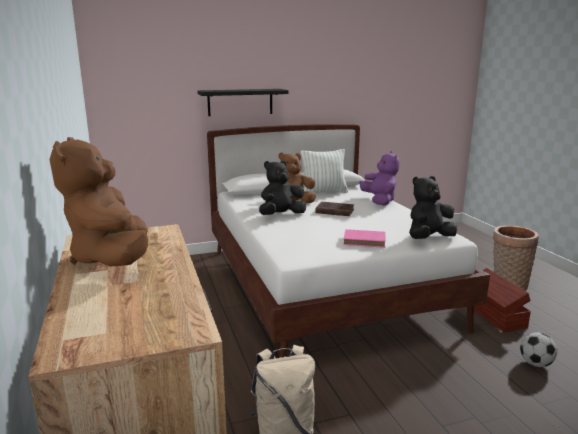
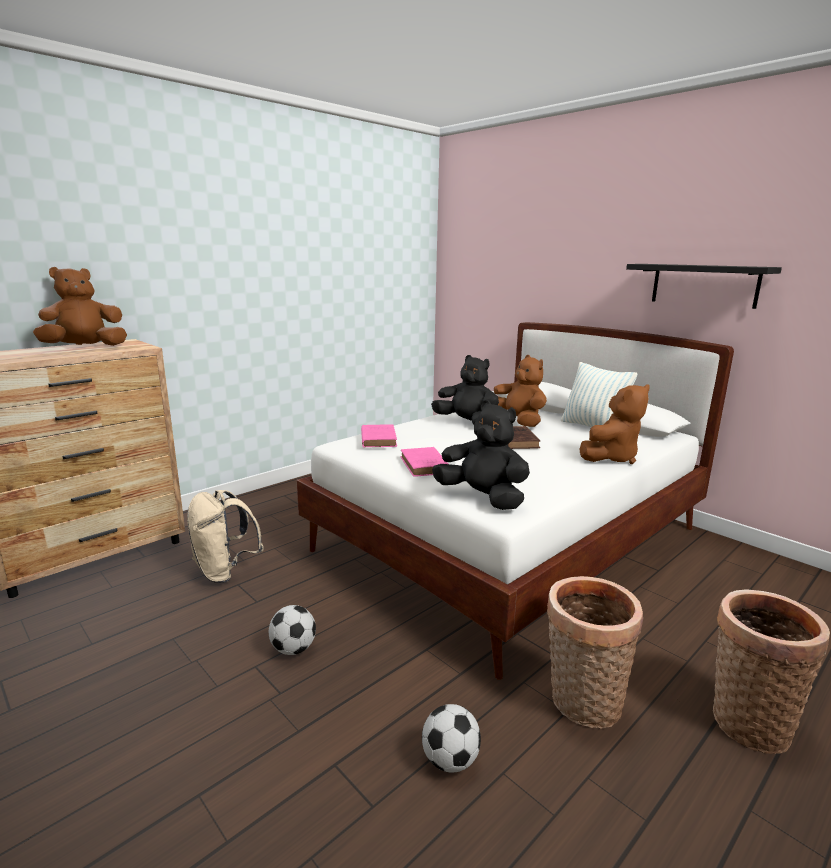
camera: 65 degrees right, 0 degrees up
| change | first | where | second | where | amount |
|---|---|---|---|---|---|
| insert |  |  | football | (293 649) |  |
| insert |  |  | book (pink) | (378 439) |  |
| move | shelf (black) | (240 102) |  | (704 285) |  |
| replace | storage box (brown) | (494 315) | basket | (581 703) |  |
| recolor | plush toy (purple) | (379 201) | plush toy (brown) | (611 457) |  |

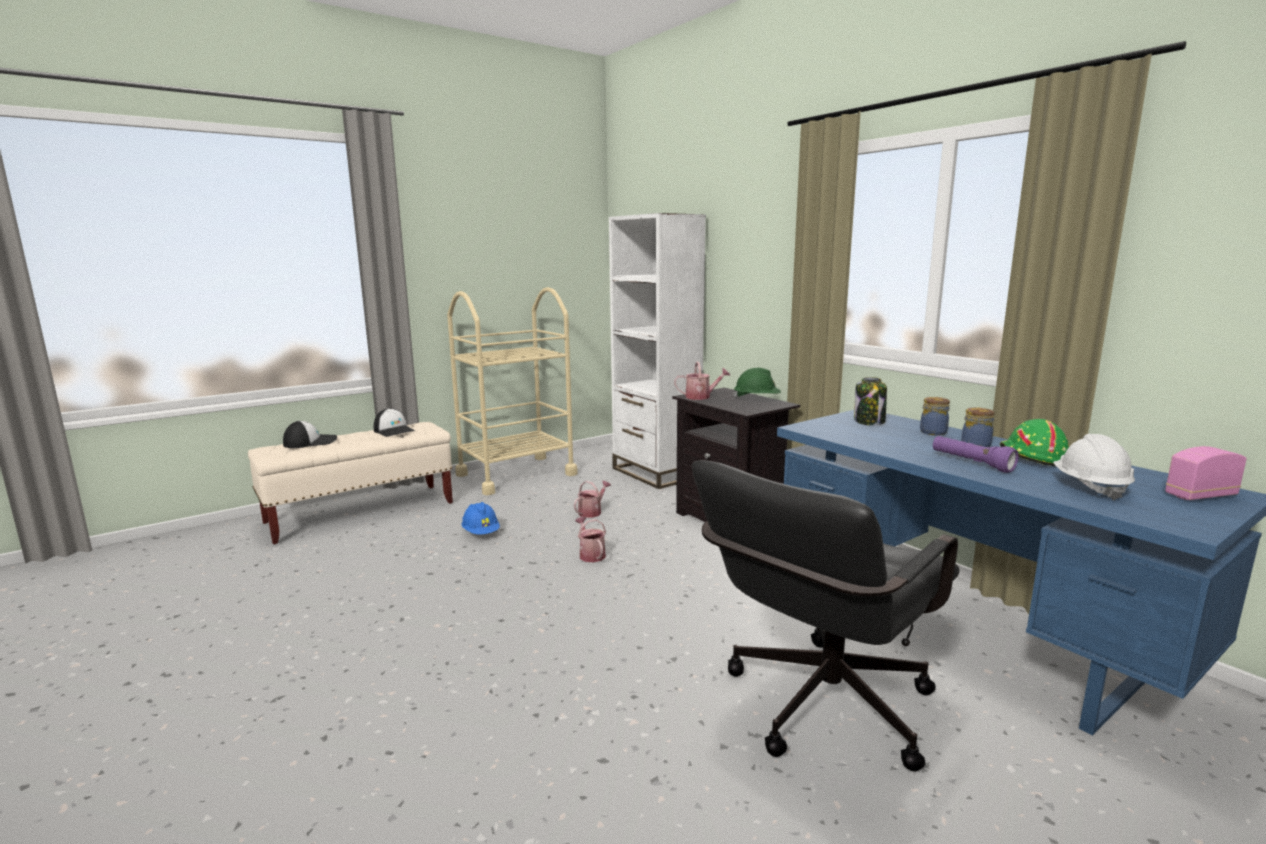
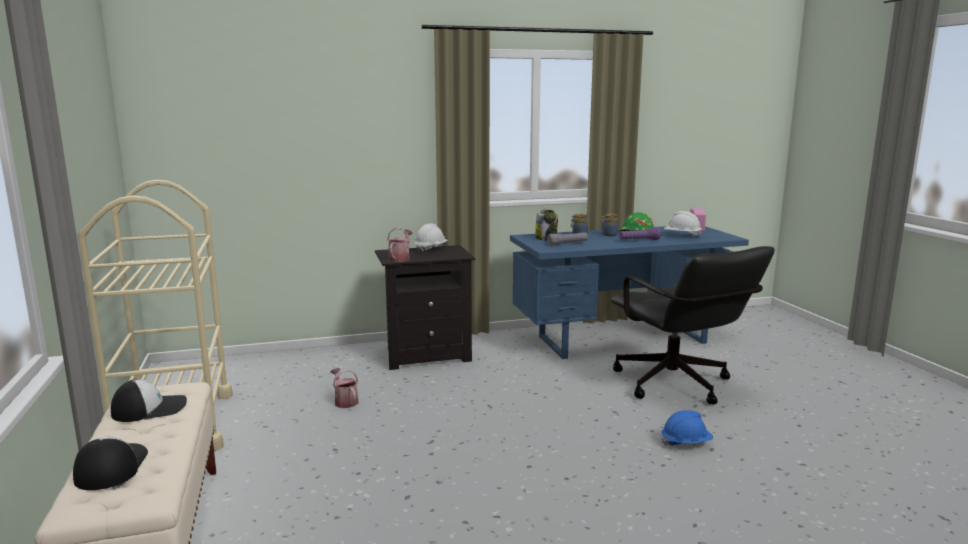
camera: 70 degrees left, 0 degrees up
| change | first | where | second | where | amount |
|---|---|---|---|---|---|
| delete | watering can | (590 554) |  |  |  |
| delete | bookcase (white) | (655 473) |  |  |  |
| insert |  |  | flashlight (grey) | (567 243) |  |
| move | hard hat (blue) | (481 533) |  | (686 443) |  |
| recolor | hard hat (green) | (757 399) | hard hat (white) | (430 249) |  |

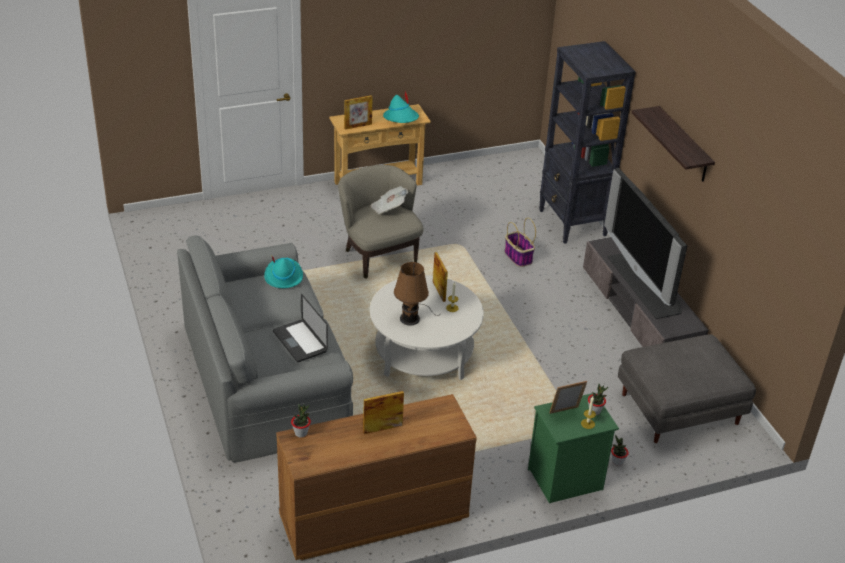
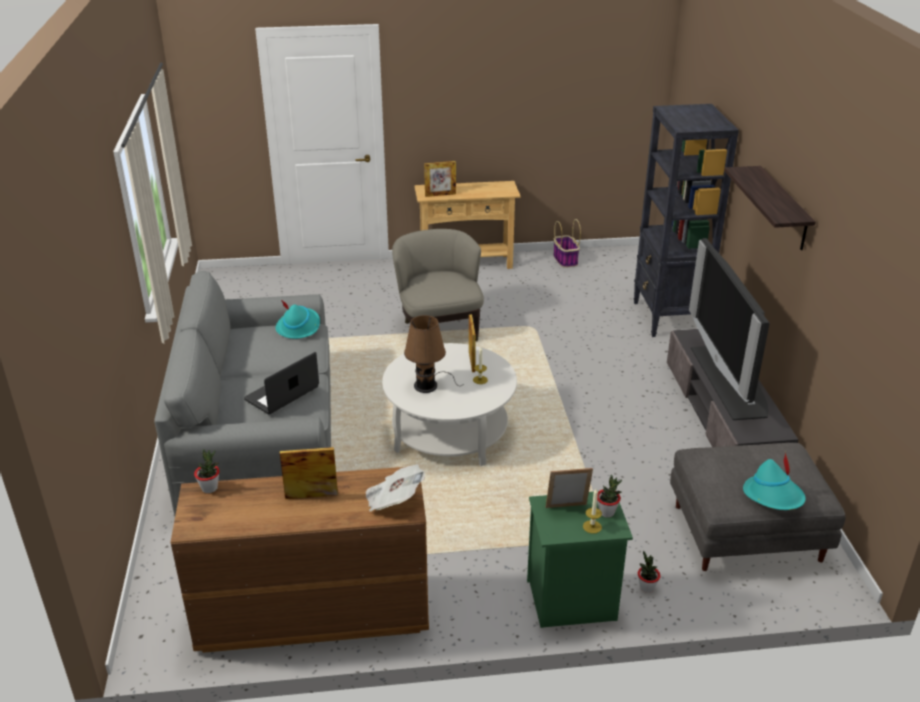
camera: 15 degrees right, 5 degrees down
| change | first | where | second | where | amount |
|---|---|---|---|---|---|
| move | newspaper | (388 208) |  | (394 500) |  |
| move | hat (turquoise) | (401 118) |  | (773 496) |  |
| move | basket | (517 256) |  | (565 259) |  |
| rotate | laptop | (300 341) |  | (282 394) | 60 degrees clockwise |

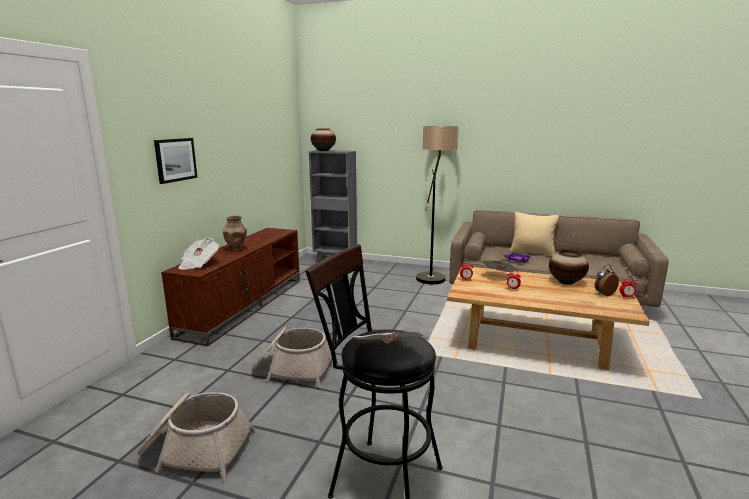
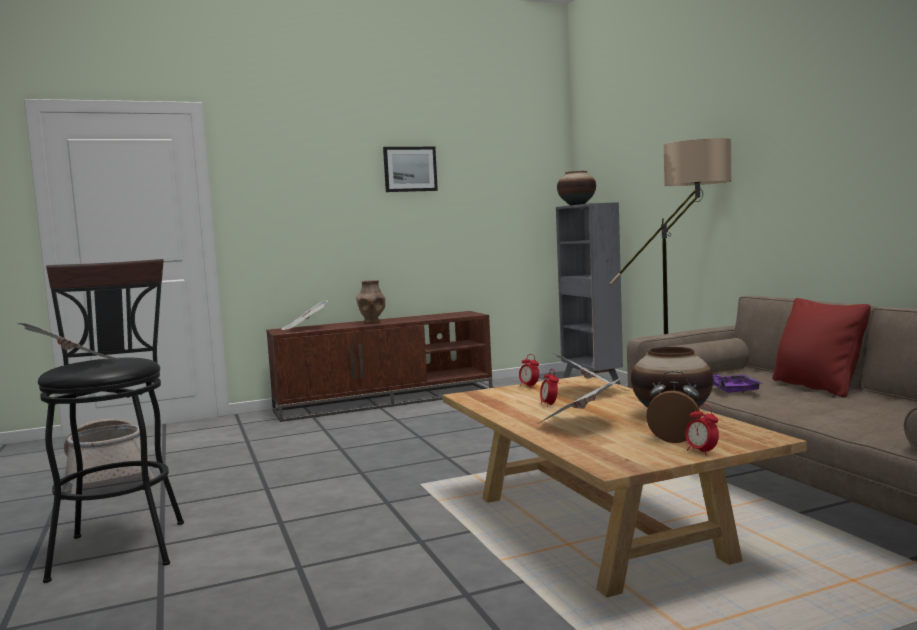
camera: 50 degrees right, 10 degrees down
| change | first | where | second | where | amount |
|---|---|---|---|---|---|
| delete | basket | (293 369) |  |  |  |
| insert |  |  | newspaper | (578 424) |  |
| move | picture | (175 160) |  | (410 169) |  |
| recolor | pillow (beige) | (532 252) | pillow (red) | (817 387) |  |

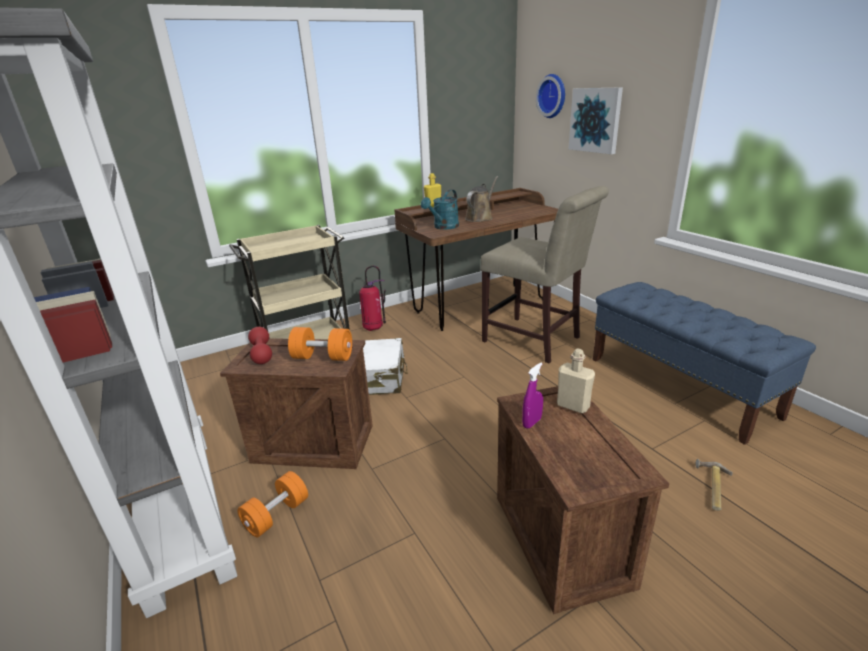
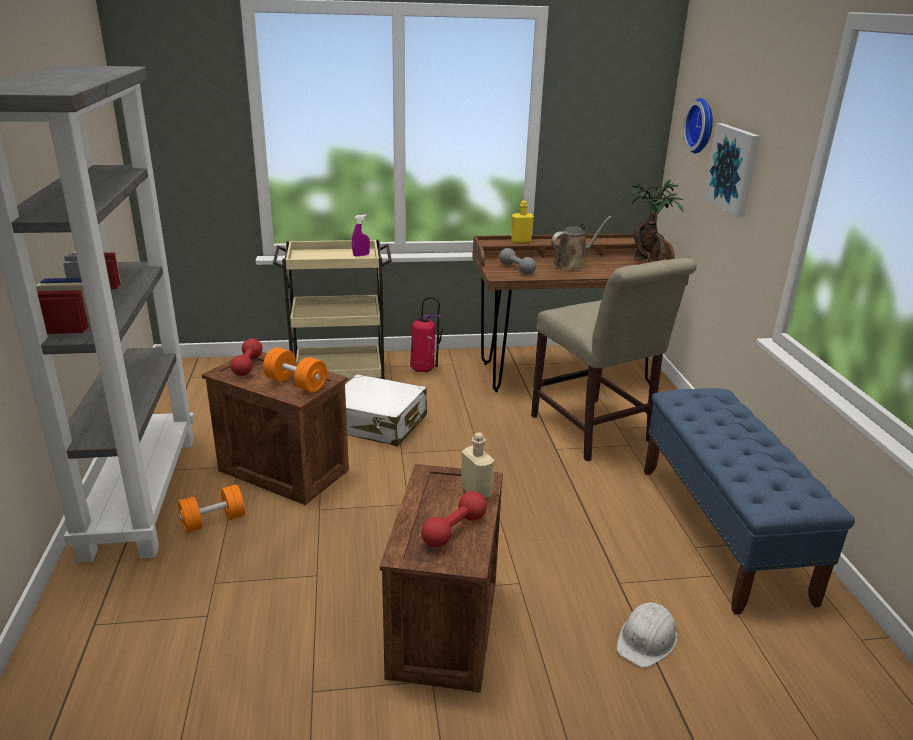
camera: 20 degrees right, 0 degrees up
| change | first | where | second | where | amount |
|---|---|---|---|---|---|
| insert |  |  | dumbbell (red) | (454 530) |  |
| insert |  |  | potted plant | (648 262) |  |
| move | spray bottle (purple) | (532 422) |  | (361 255) |  |
| replace | watering can (turquoise) | (443 227) | dumbbell (grey) | (516 269) |  |
| replace | hammer | (711 487) | hard hat (white) | (647 639) |  |

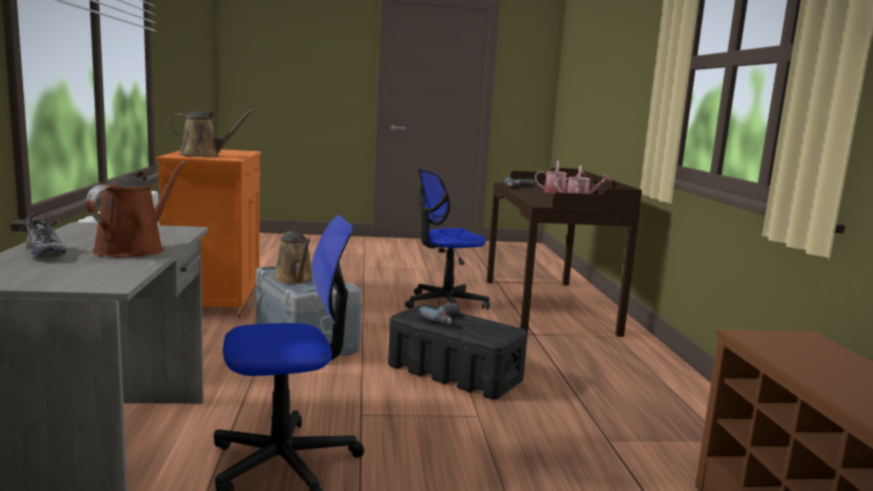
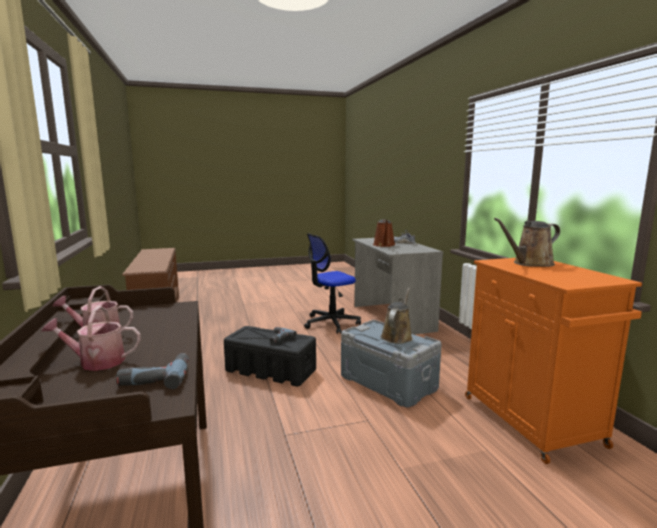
camera: 170 degrees right, 0 degrees up
| change | first | where | second | where | amount |
|---|---|---|---|---|---|
| delete | office chair | (445 304) |  |  |  |
| rotate | watering can (brown) | (295 279) |  | (397 336) | 60 degrees clockwise |

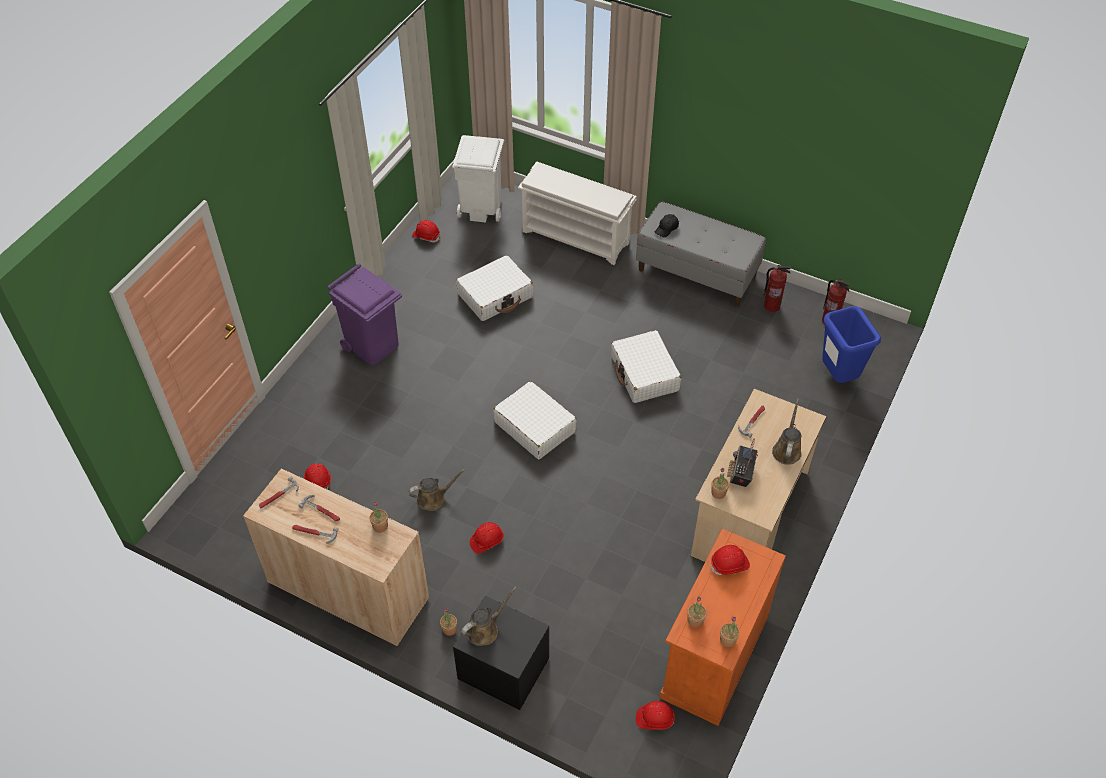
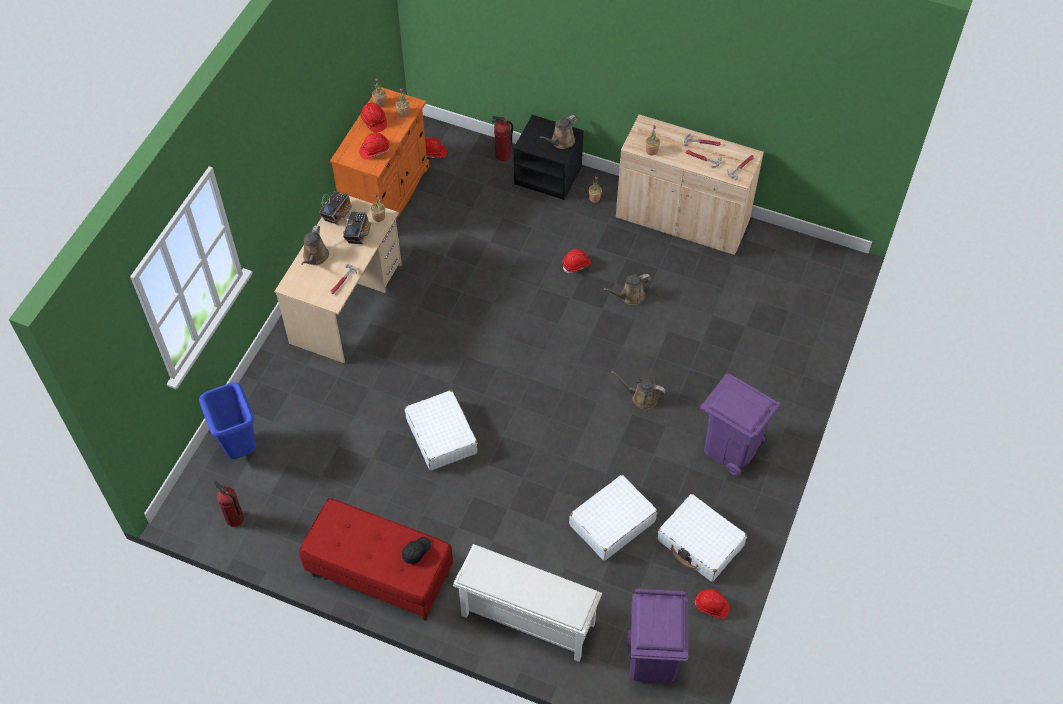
camera: 175 degrees right, 5 degrees up
| change | first | where | second | where | amount |
|---|---|---|---|---|---|
| insert |  |  | radio | (337 214) |  |
| insert |  |  | watering can (brown) | (641 398) |  |
| move | hard hat (red) | (318 480) |  | (374 121) |  |
| move | suitcase (white) | (534 427) |  | (700 543) |  |
| move | fire extinguisher | (772 306) |  | (502 156) |  |
| recolor | trash can (white) | (481 208) | trash can (purple) | (653 659) |  |
| recolor | bench (grey) | (697 273) | bench (red) | (380 574) |  |

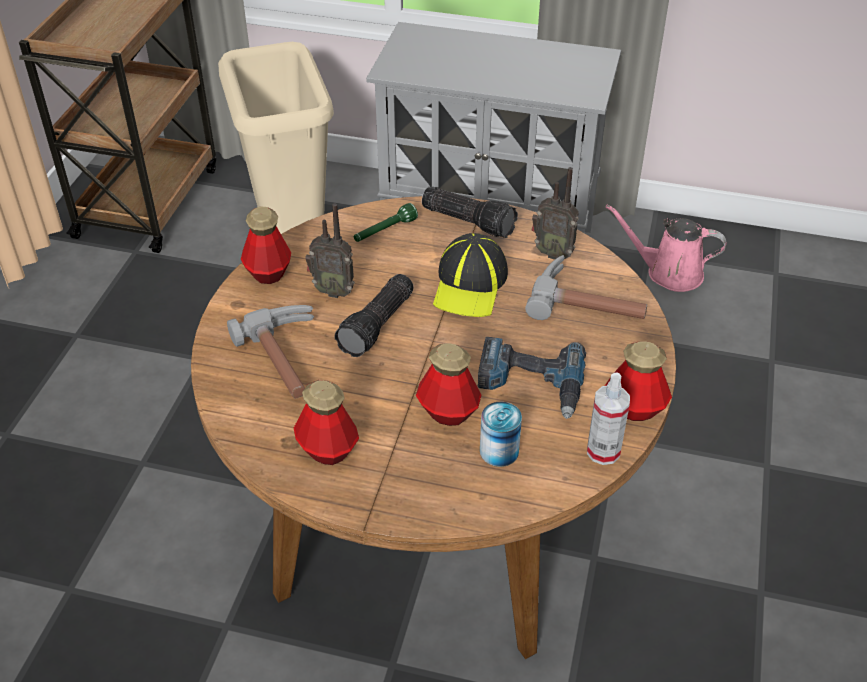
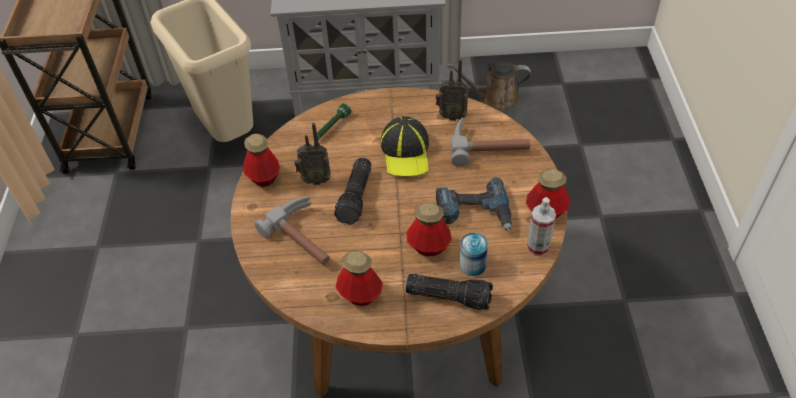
camera: 15 degrees left, 5 degrees up
| change | first | where | second | where | amount |
|---|---|---|---|---|---|
| move | flashlight | (469 221) |  | (450 296) |  |
| recolor | watering can (pink) | (668 273) | watering can (brown) | (495 99) |  |

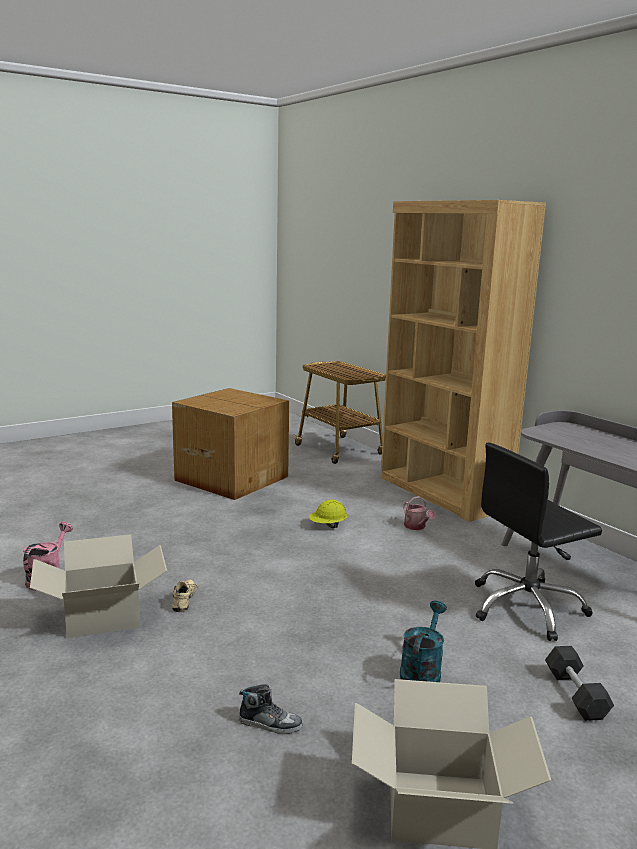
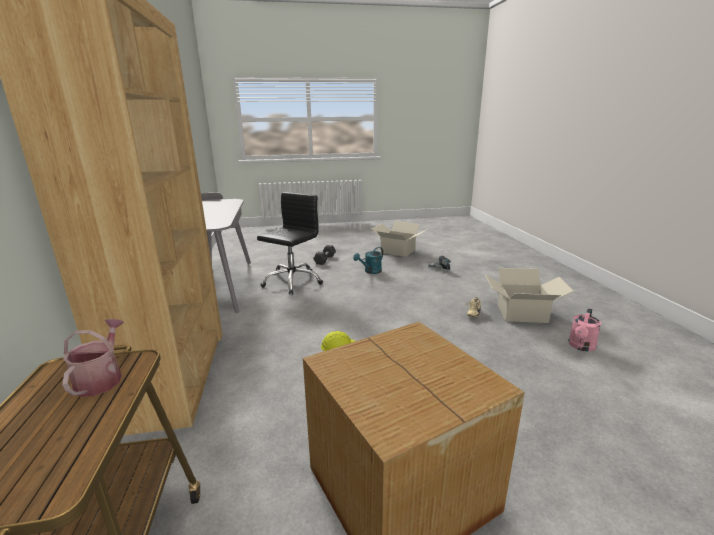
camera: 155 degrees left, 5 degrees up
| change | first | where | second | where | amount |
|---|---|---|---|---|---|
| move | watering can | (416 527) |  | (102 378) |  |
| rotate | office chair (black) | (527 608) |  | (292 281) | 60 degrees counterclockwise |

